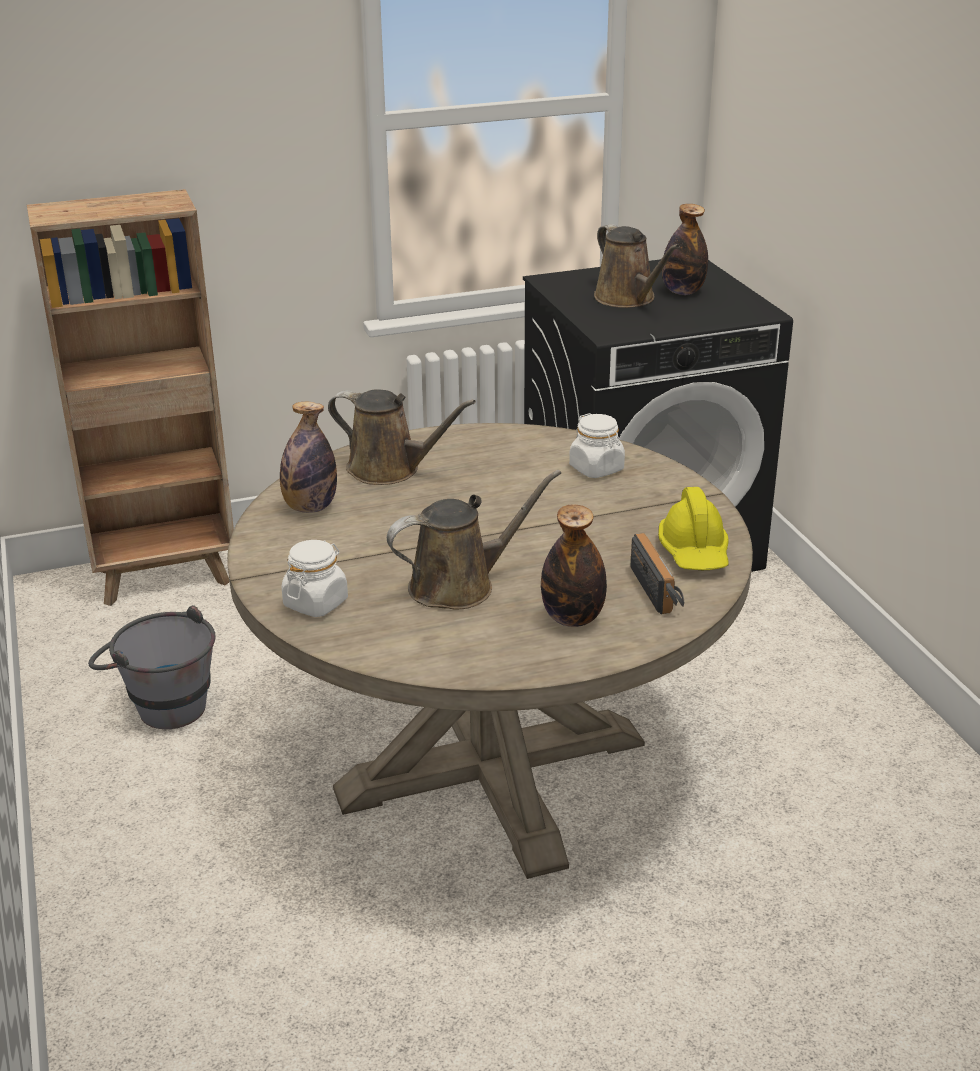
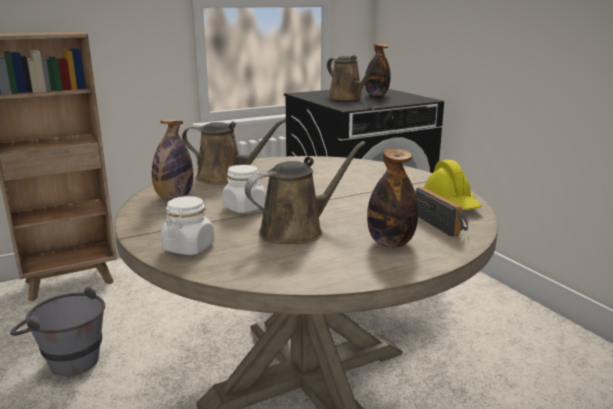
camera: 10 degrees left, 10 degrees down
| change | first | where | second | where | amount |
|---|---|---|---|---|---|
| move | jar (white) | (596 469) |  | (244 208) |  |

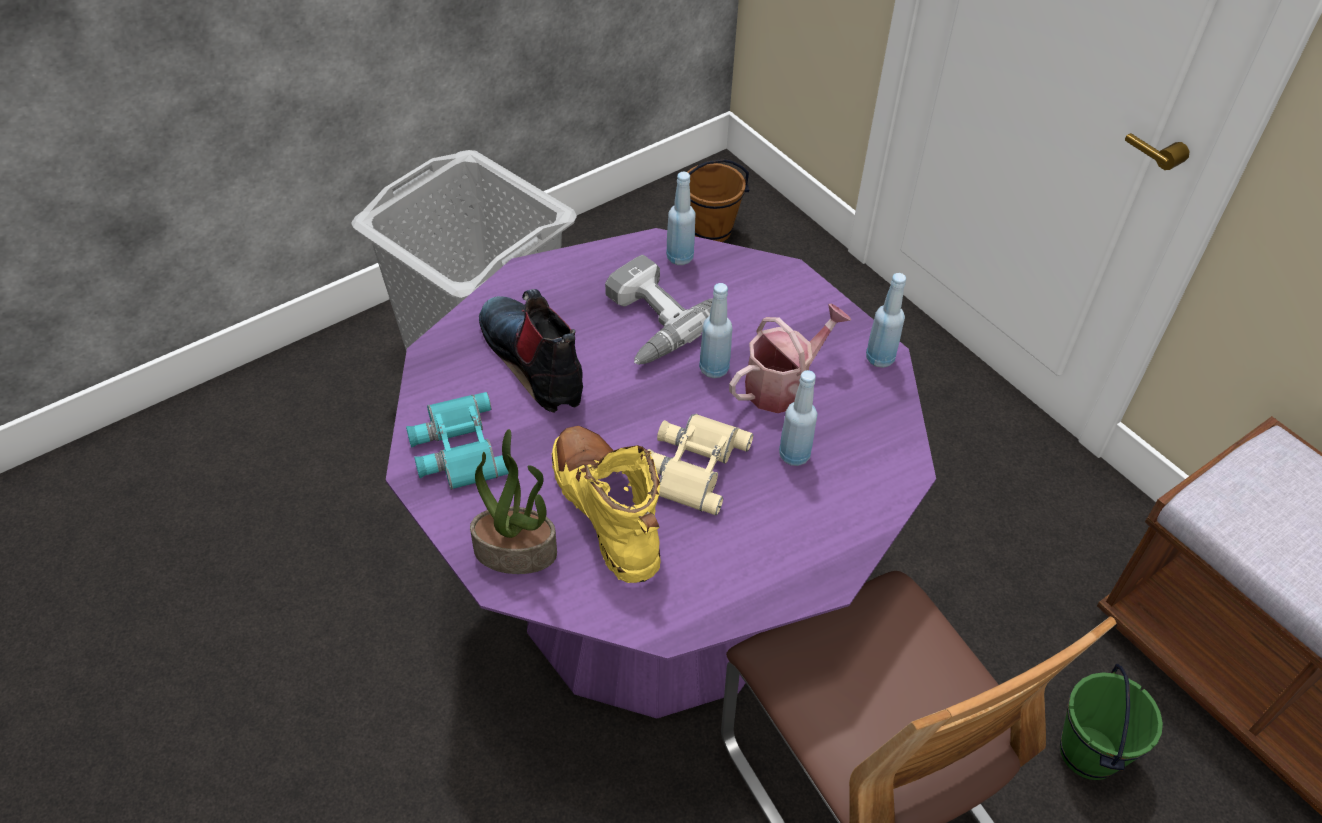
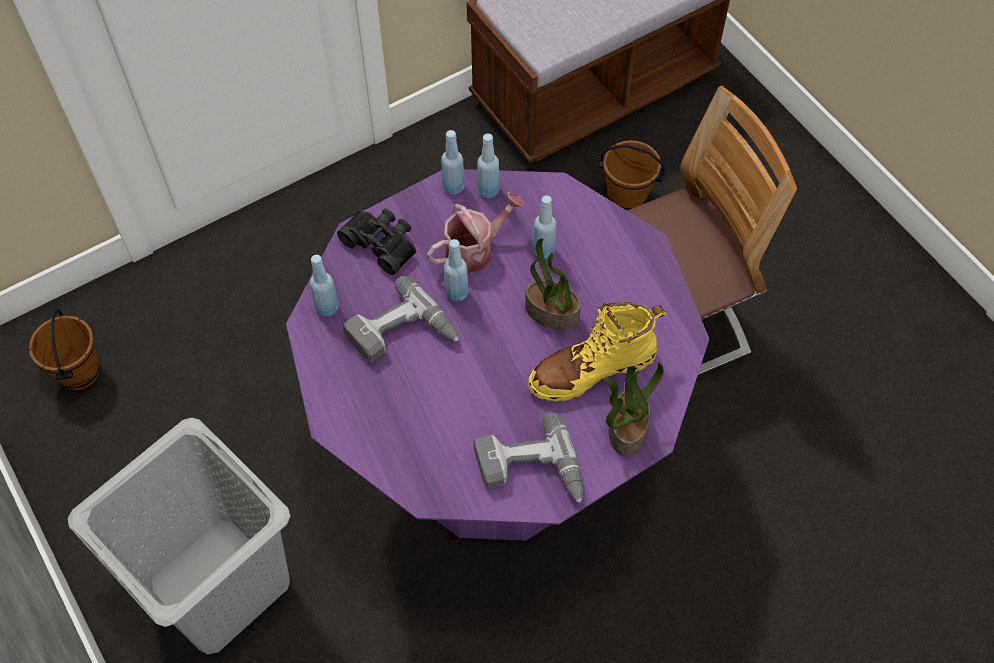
camera: 85 degrees left, 10 degrees up
| change | first | where | second | where | amount |
|---|---|---|---|---|---|
| delete | boot | (535 362) |  |  |  |
| insert |  |  | binoculars (black) | (382 243) |  |
| insert |  |  | bottle (blue) | (488 190) |  |
| replace | binoculars (turquoise) | (456 448) | power drill | (529 472) |  |
| replace | binoculars (beige) | (693 465) | potted plant | (550 313) |  |
| recolor | bucket (green) | (1090 753) | bucket (brown) | (627 197) |  |
| rotate | watering can | (783 384) |  | (475 249) | 90 degrees clockwise |

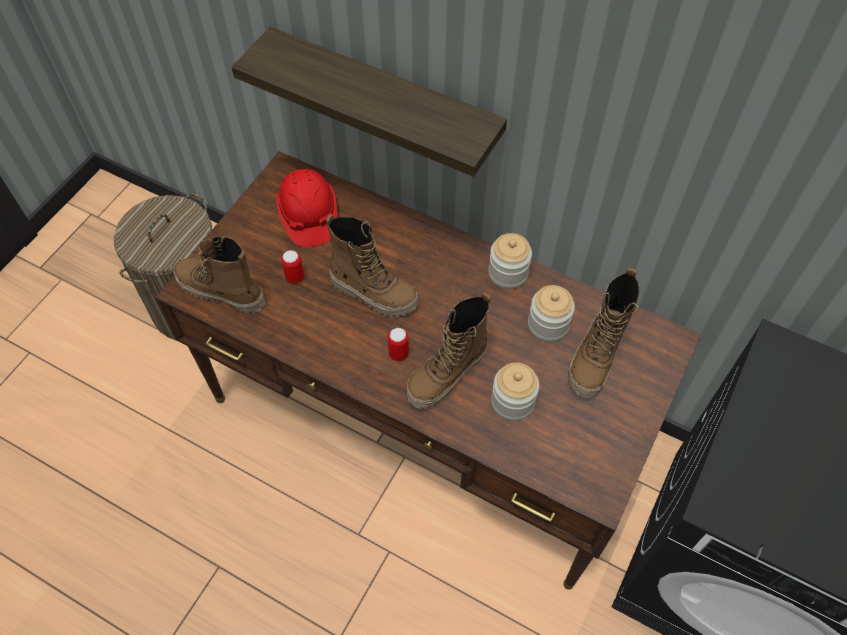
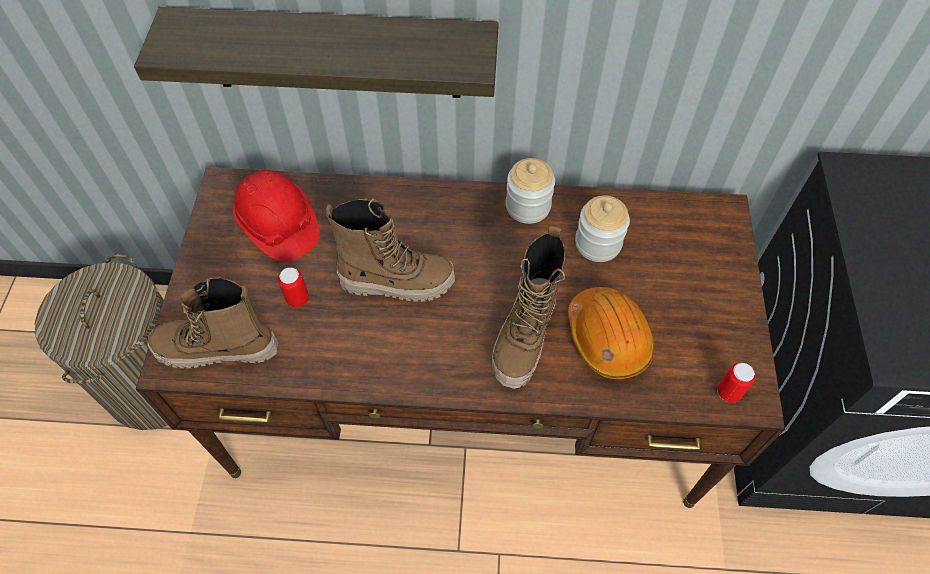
camera: 25 degrees left, 0 degrees up
| change | first | where | second | where | amount |
|---|---|---|---|---|---|
| delete | boot | (595 359) |  |  |  |
| move | can | (398 354) |  | (728 392) |  |
| replace | jar | (512 402) | hard hat (orange) | (608 338) |  |

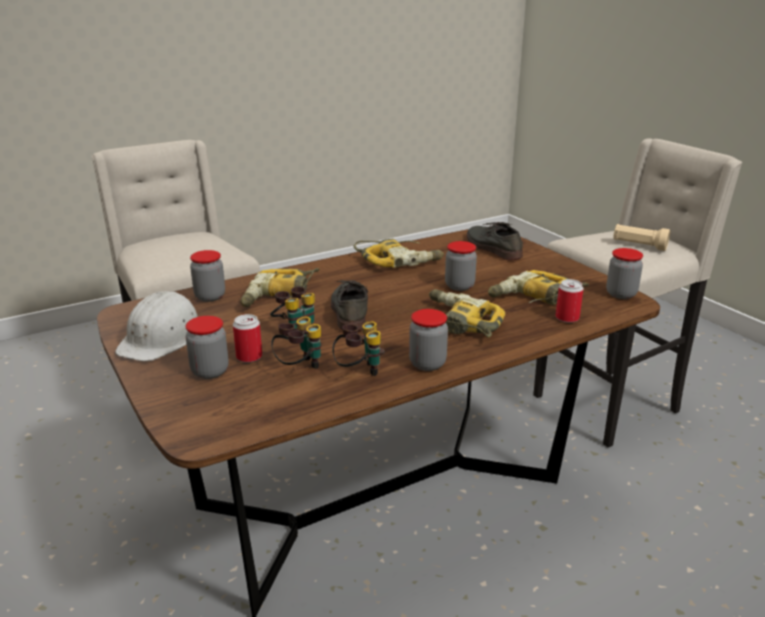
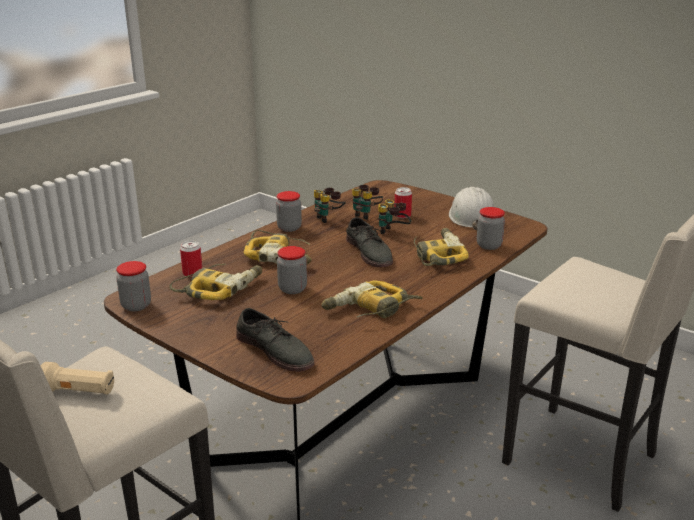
camera: 160 degrees right, 0 degrees up
| change | first | where | second | where | amount |
|---|---|---|---|---|---|
| delete | jar | (210 371) |  |  |  |

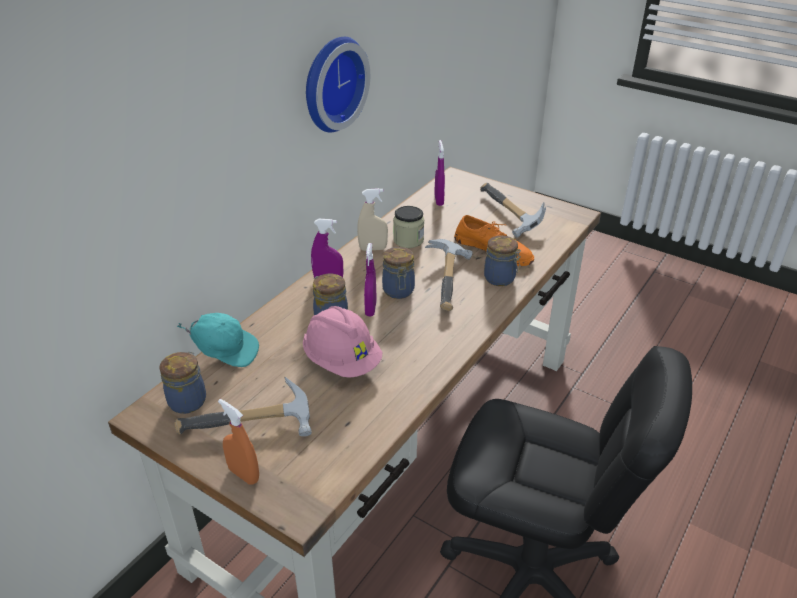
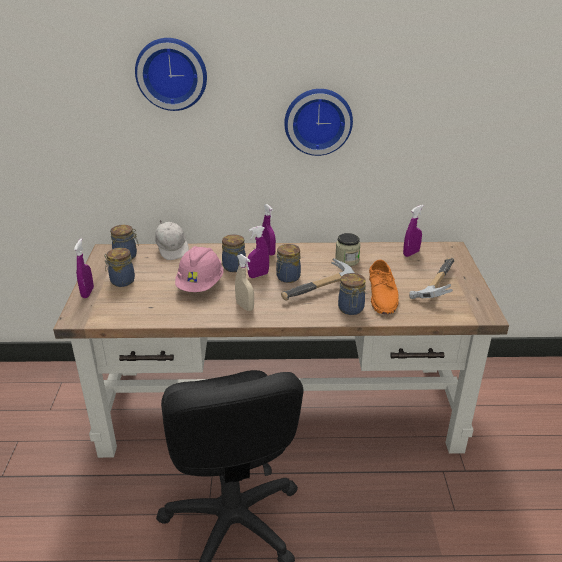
camera: 55 degrees right, 5 degrees down
| change | first | where | second | where | amount |
|---|---|---|---|---|---|
| insert |  |  | wall clock | (172 73) |  |
| move | spray bottle (beige) | (373 248) |  | (245 307) |  |
| replace | hammer | (251 429) | jar | (121 281) |  |
| recolor | cap (turquoise) | (225 352) | cap (white) | (172 249) |  |
| recolor | spray bottle (orange) | (244 475) | spray bottle (purple) | (87 293) |  |

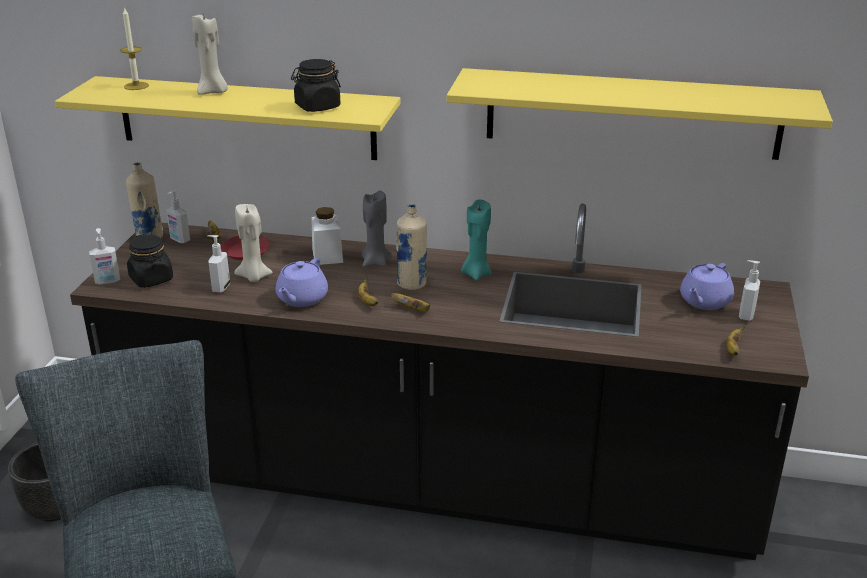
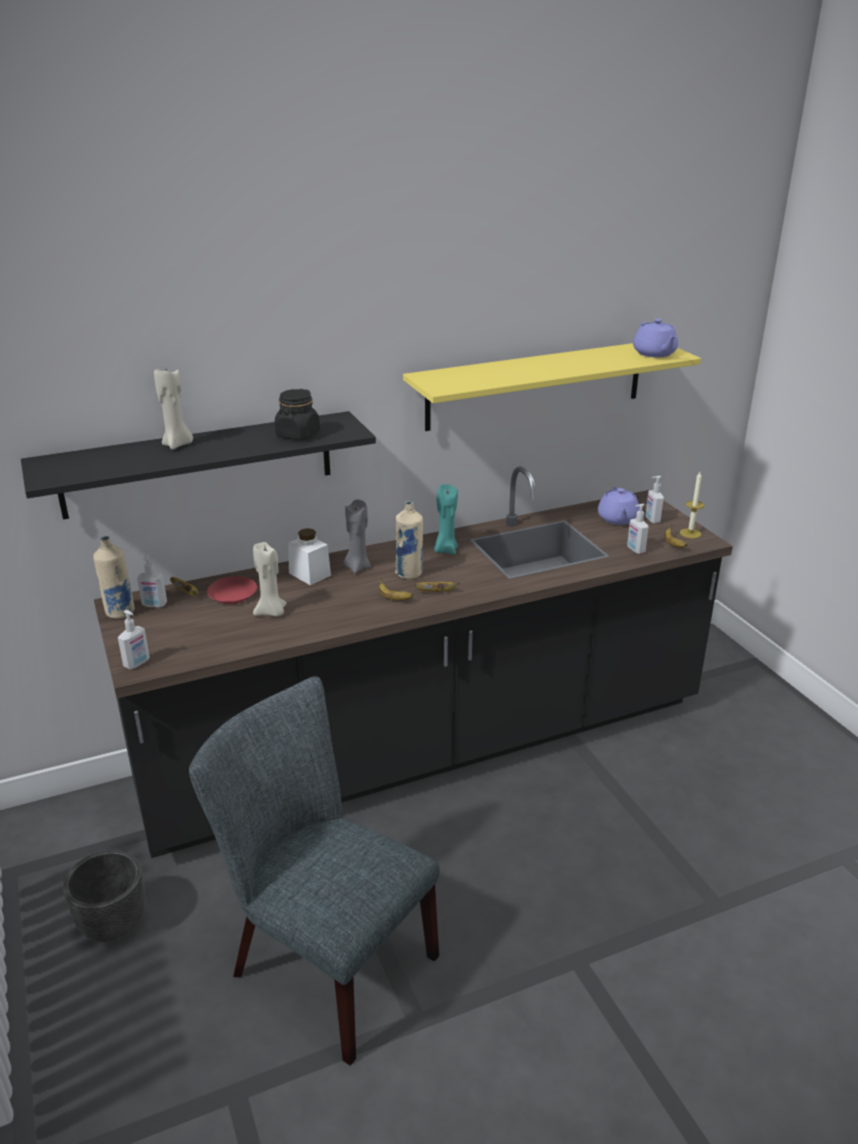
camera: 35 degrees left, 0 degrees up
| change | first | where | second | where | amount |
|---|---|---|---|---|---|
| delete | jar (black) | (151 279) |  |  |  |
| move | candle | (136 86) |  | (690 533) |  |
| move | soap dispenser | (220 288) |  | (635 550) |  |
| move | teapot (purple) | (301 299) |  | (654 354) |  |
| recolor | shelf (yellow) | (246 118) | shelf (black) | (198 464) |  |

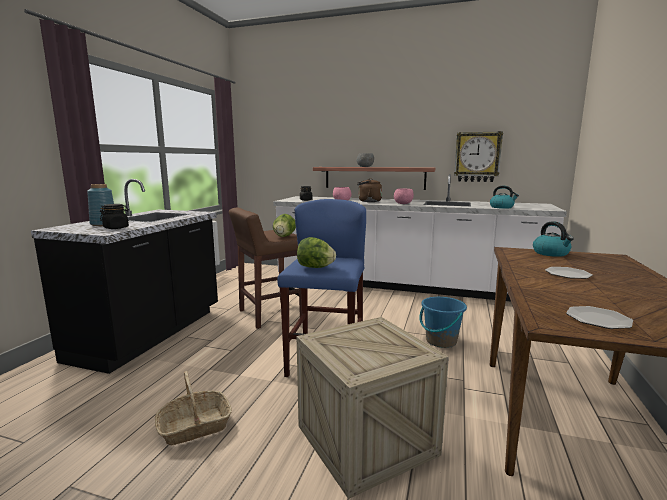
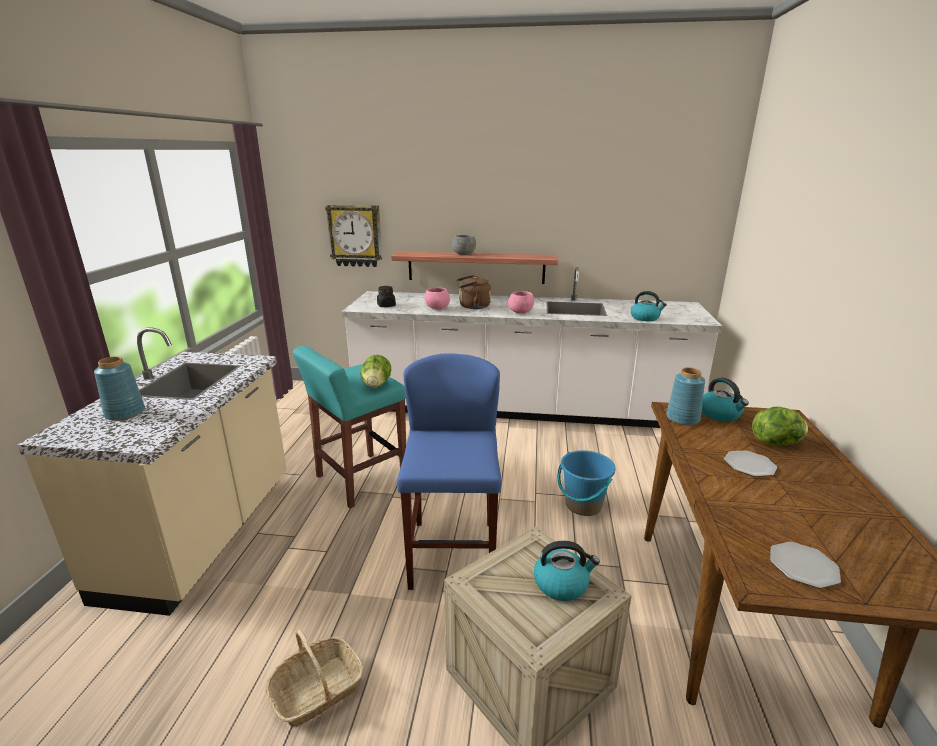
camera: 10 degrees left, 10 degrees up
| change | first | where | second | where | amount |
|---|---|---|---|---|---|
| delete | jar (black) | (116 228) |  |  |  |
| insert |  |  | kettle | (562 584) |  |
| insert |  |  | vase (blue) | (682 418) |  |
| move | lettuce | (315 267) |  | (776 443) |  |
| move | wall clock | (477 157) |  | (355 236) |  |
| recolor | counter (black) | (150 335) | counter (beige) | (204 535) |  |
| recolor | stool (brown) | (269 314) | stool (turquoise) | (359 480) |  |

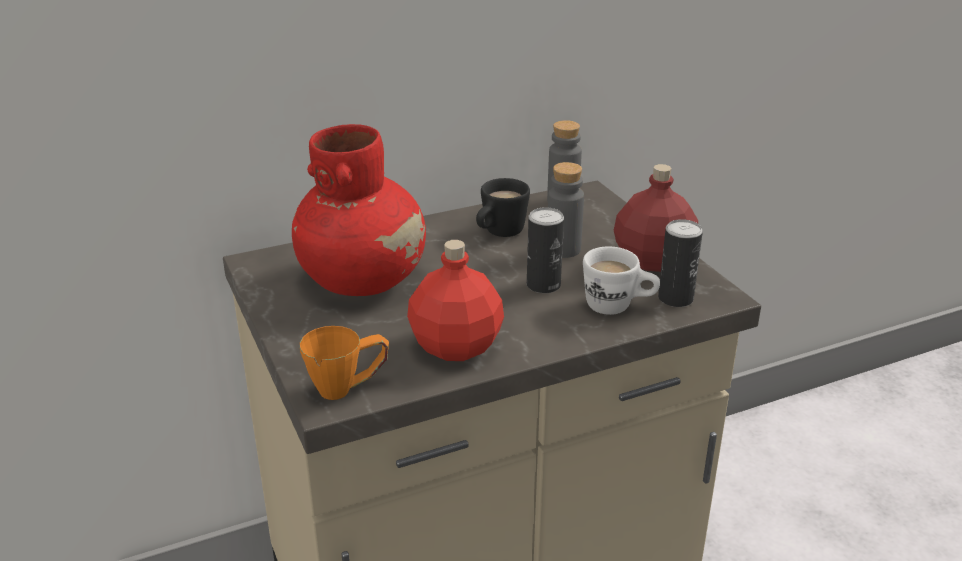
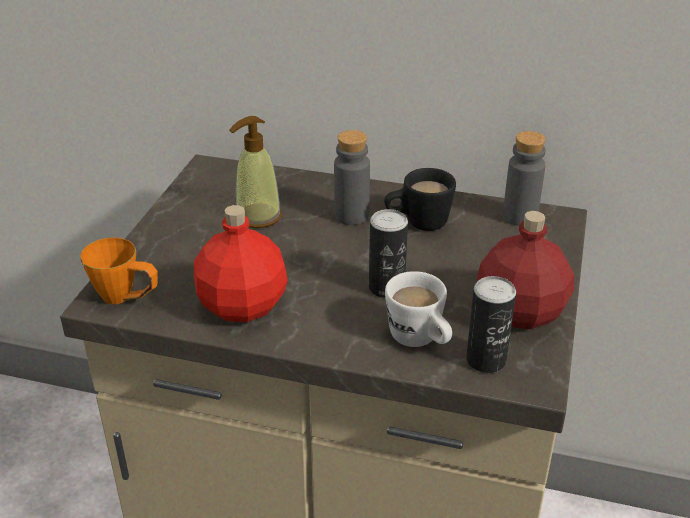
camera: 40 degrees right, 5 degrees up
| change | first | where | second | where | amount |
|---|---|---|---|---|---|
| move | bottle (grey) | (563 249) |  | (351 216) |  |
| replace | vase (red) | (364 280) | soap dispenser | (258 216) |  |

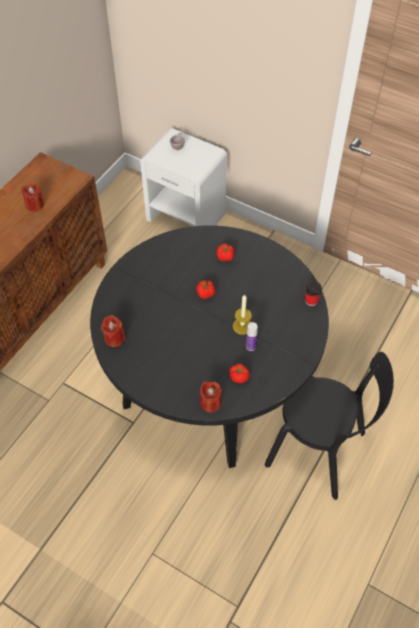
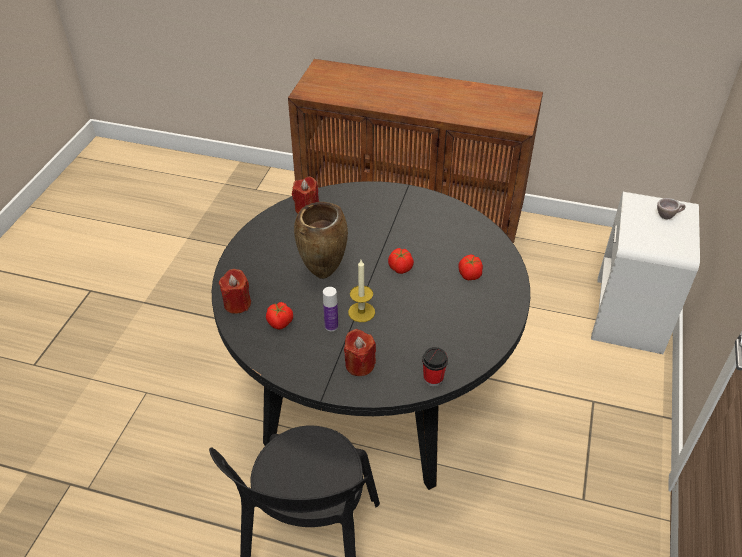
camera: 75 degrees right, 10 degrees down
| change | first | where | second | where | amount |
|---|---|---|---|---|---|
| insert |  |  | vase (brown) | (323 275) |  |
| move | candle (red) | (35 205) |  | (359 364) |  |

